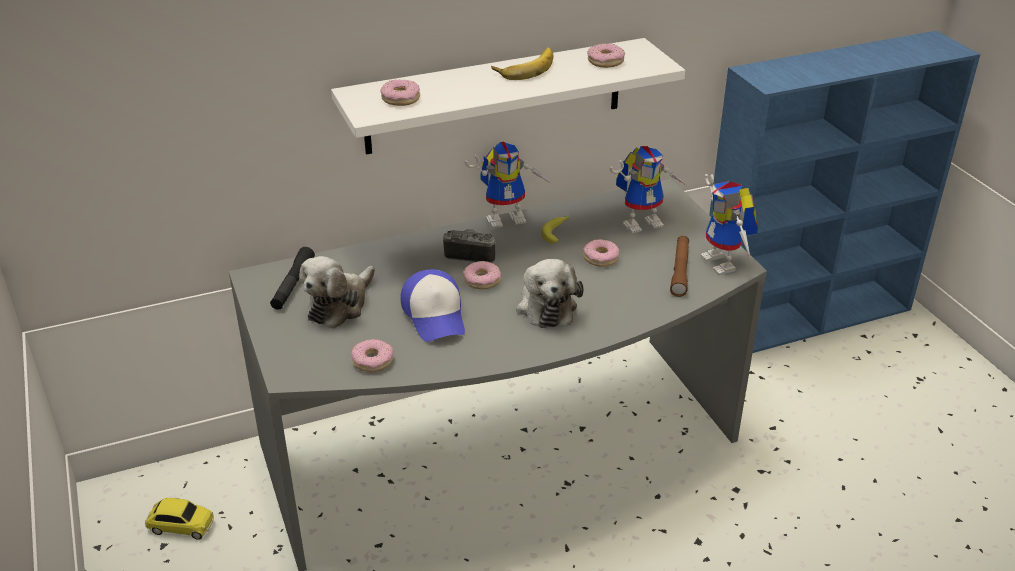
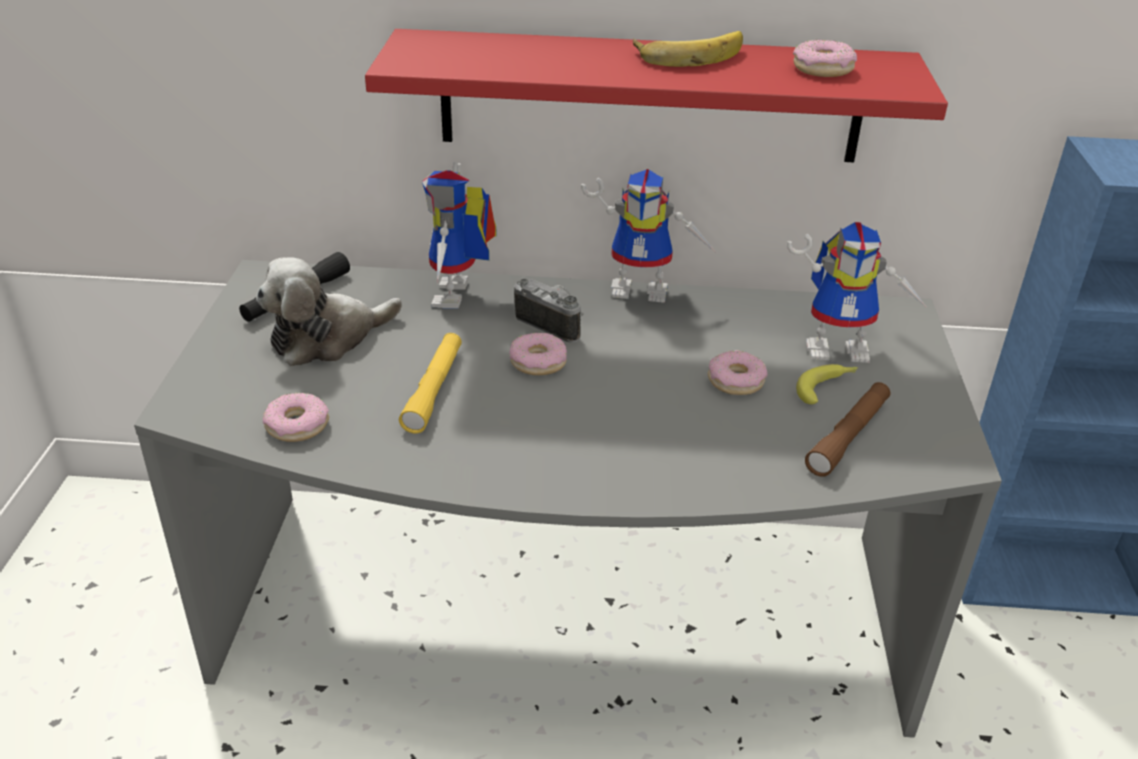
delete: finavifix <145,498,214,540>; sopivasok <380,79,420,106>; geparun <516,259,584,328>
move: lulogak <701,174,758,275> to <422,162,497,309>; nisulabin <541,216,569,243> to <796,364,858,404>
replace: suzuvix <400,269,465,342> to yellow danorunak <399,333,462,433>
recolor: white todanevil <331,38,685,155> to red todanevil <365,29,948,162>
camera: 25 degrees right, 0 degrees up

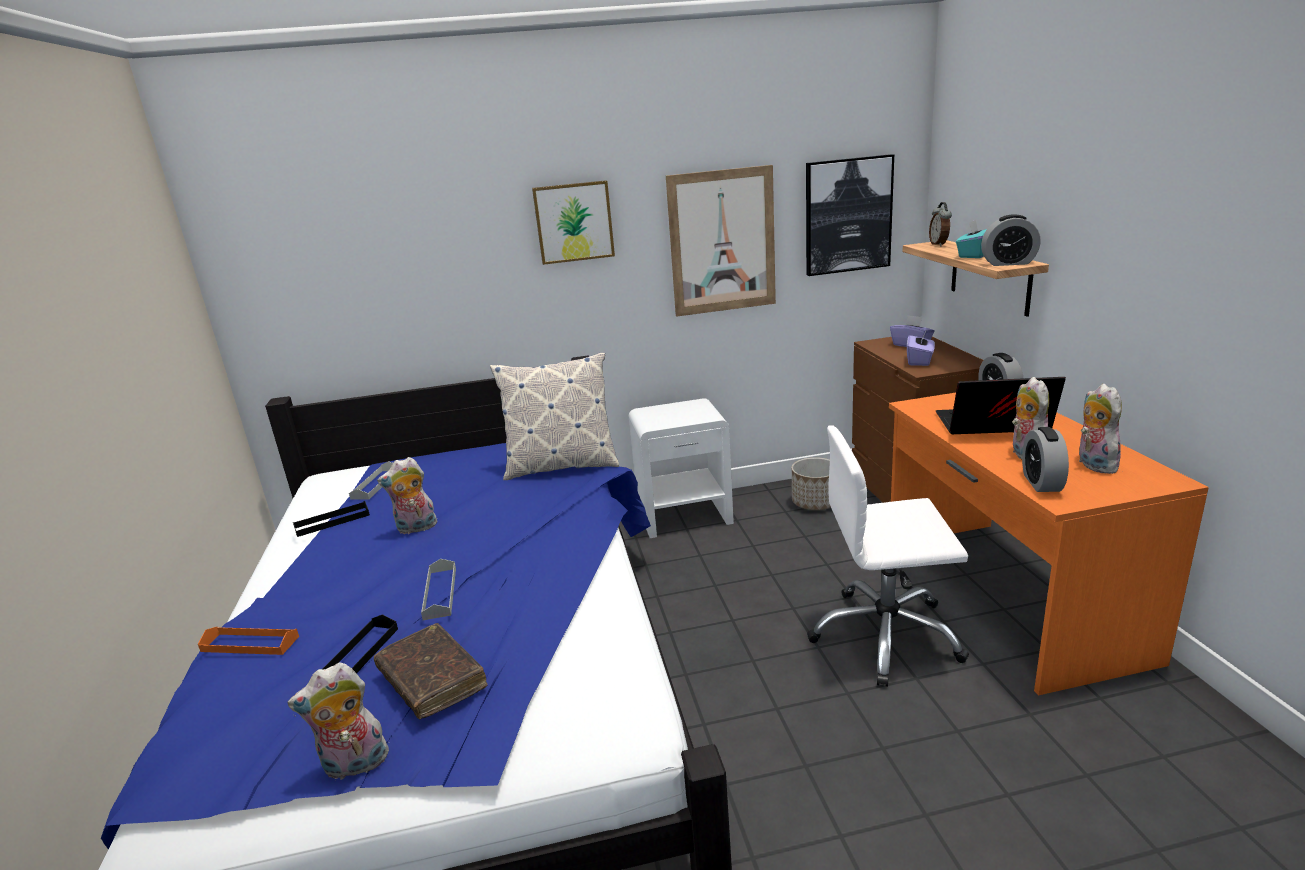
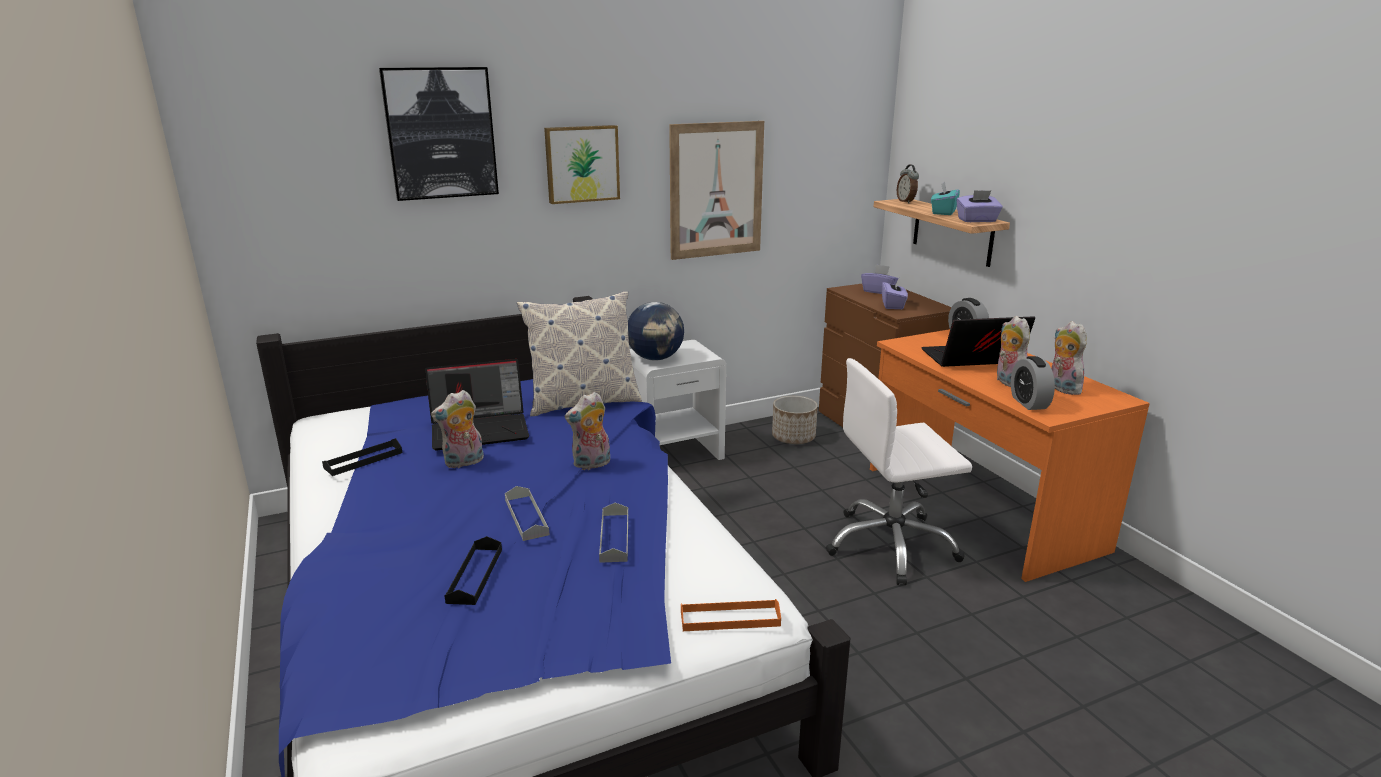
delete: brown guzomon <374,623,488,719>
insert: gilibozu <425,359,529,451>; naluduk <628,302,684,361>
move: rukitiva <806,154,894,276> to <379,67,499,201>; geparun <287,662,389,781> to <565,392,610,470>; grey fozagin <349,461,393,499> to <599,503,628,563>; orange fozagin <198,627,299,655> to <681,599,781,631>
replace: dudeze <981,214,1040,266> to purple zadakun <956,190,1003,222>
camera: 15 degrees left, 0 degrees up

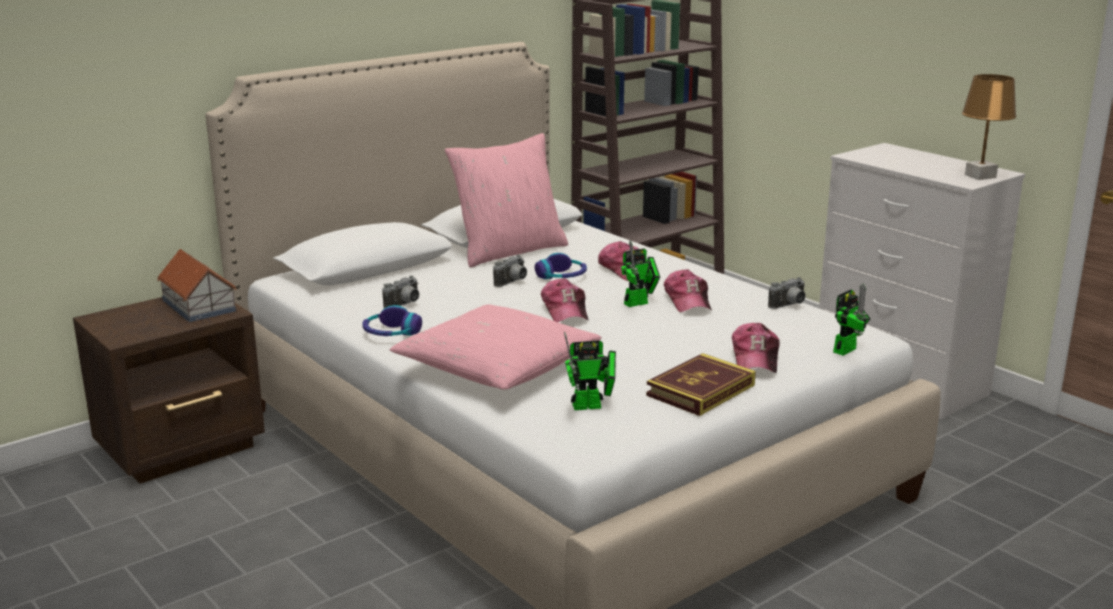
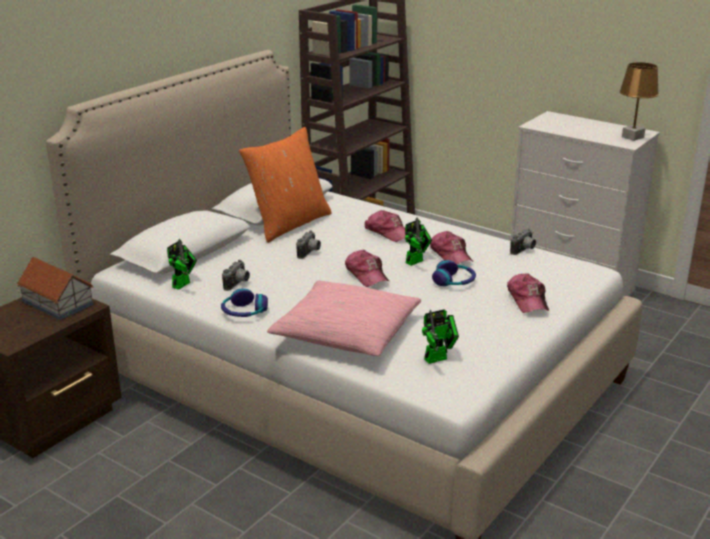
delete: guzomon <646,353,756,416>
move: lulogak <833,283,871,356> to <167,239,197,290>; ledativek <535,253,587,279> to <432,260,476,286>
recolor: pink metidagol <445,133,568,267> to orange metidagol <239,127,332,243>
camera: 15 degrees left, 5 degrees up

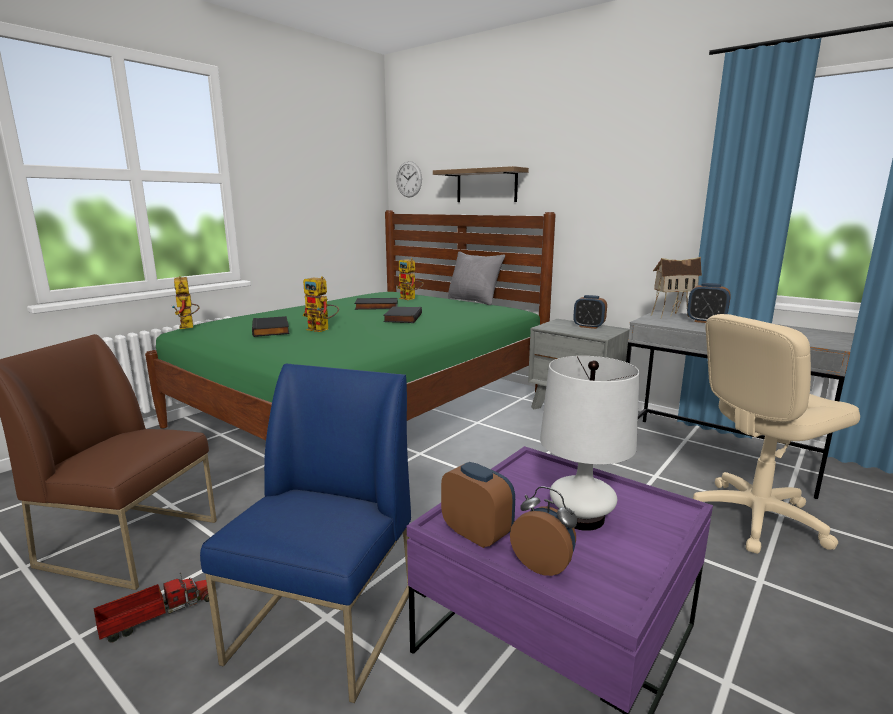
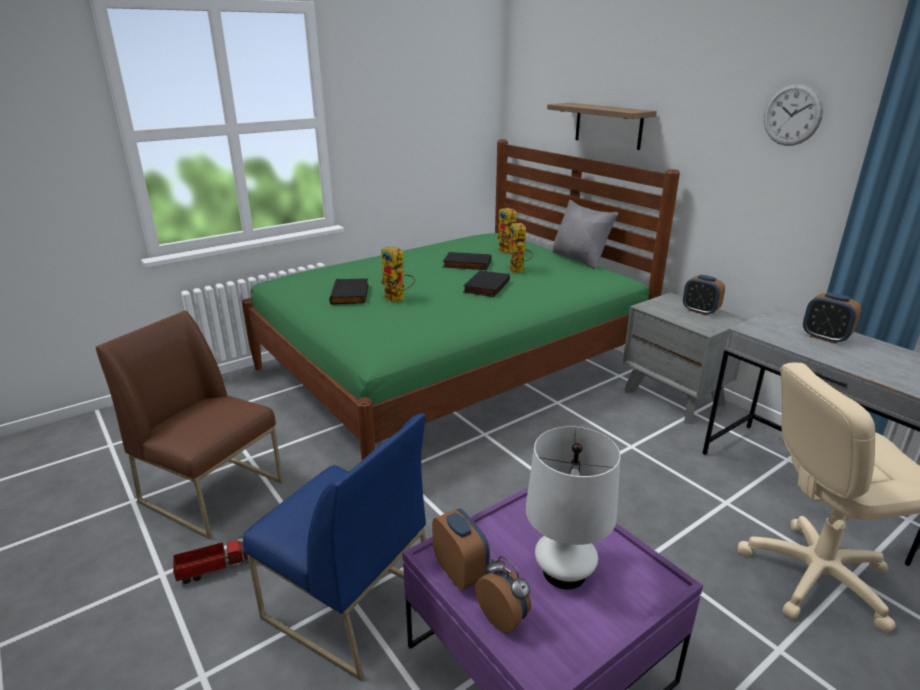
delete: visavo <651,257,702,319>
move: lulogak <172,276,199,329> to <509,223,534,273>; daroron <396,161,422,198> to <764,83,824,146>
rotate: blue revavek <200,364,411,703> = <242,413,426,681> 90 degrees clockwise
camera: 15 degrees right, 10 degrees up

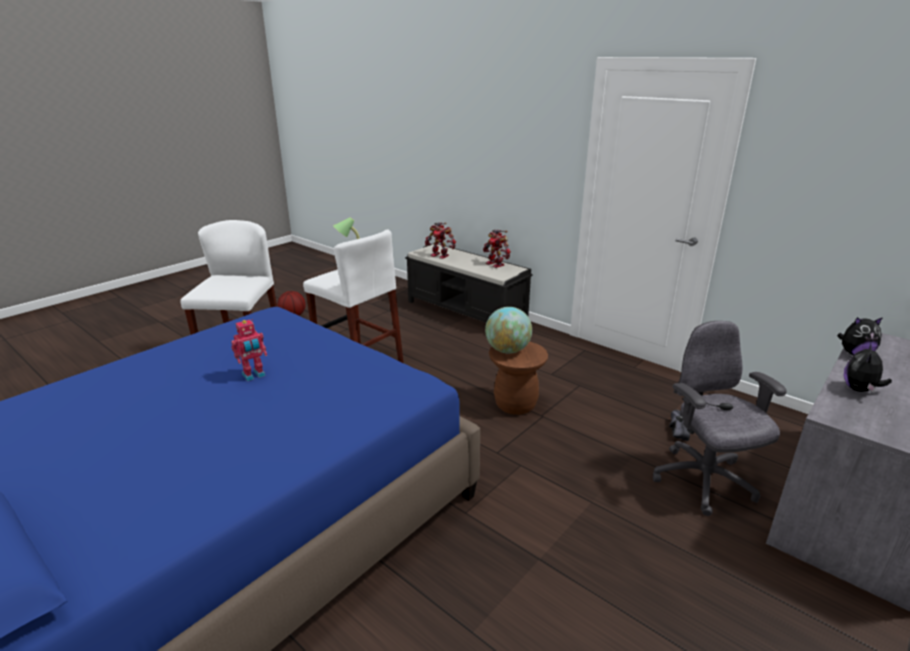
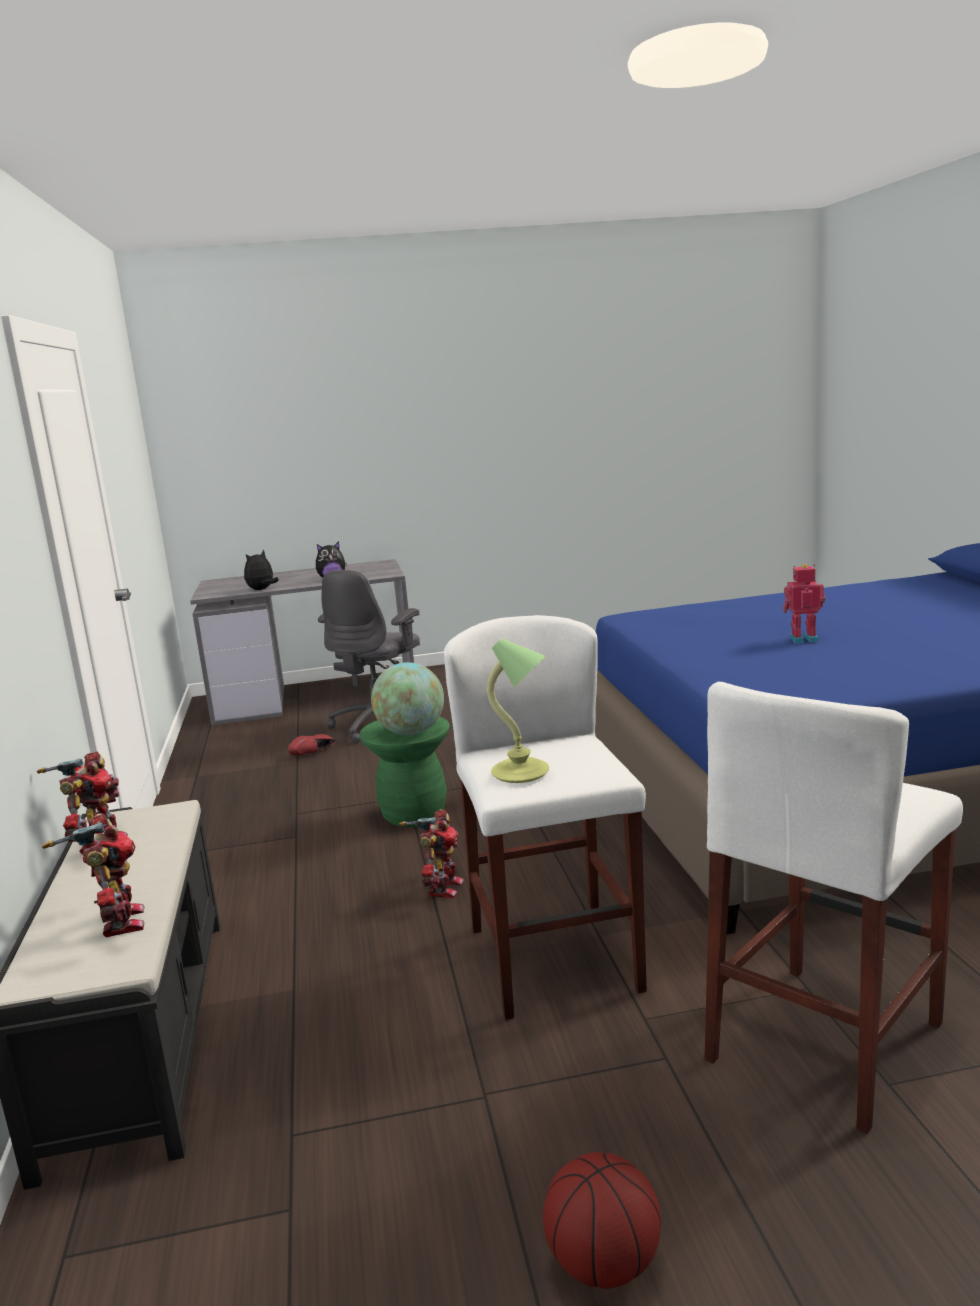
insert: lulogak <399,809,464,898>
recolor: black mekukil <669,410,690,441> to red mekukil <288,734,336,756>; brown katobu <489,341,548,415> to green katobu <359,717,450,827>
rotate: geparun <837,317,883,355> = <244,550,279,590> 90 degrees counterclockwise
camera: 140 degrees left, 10 degrees down

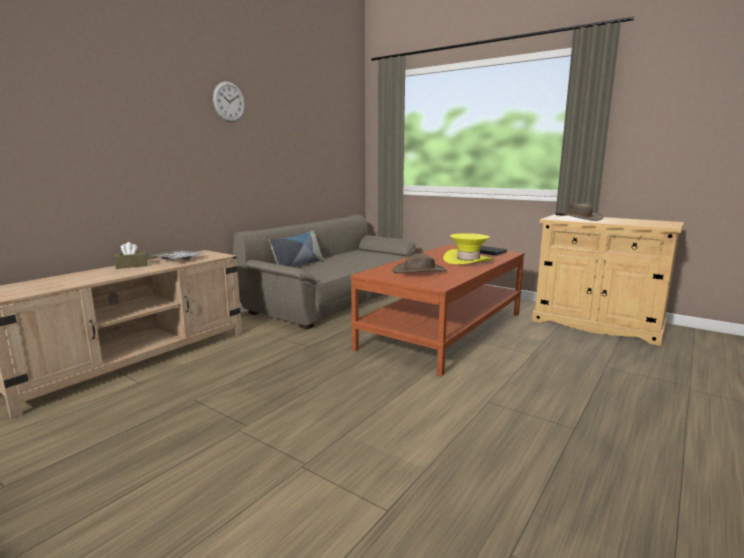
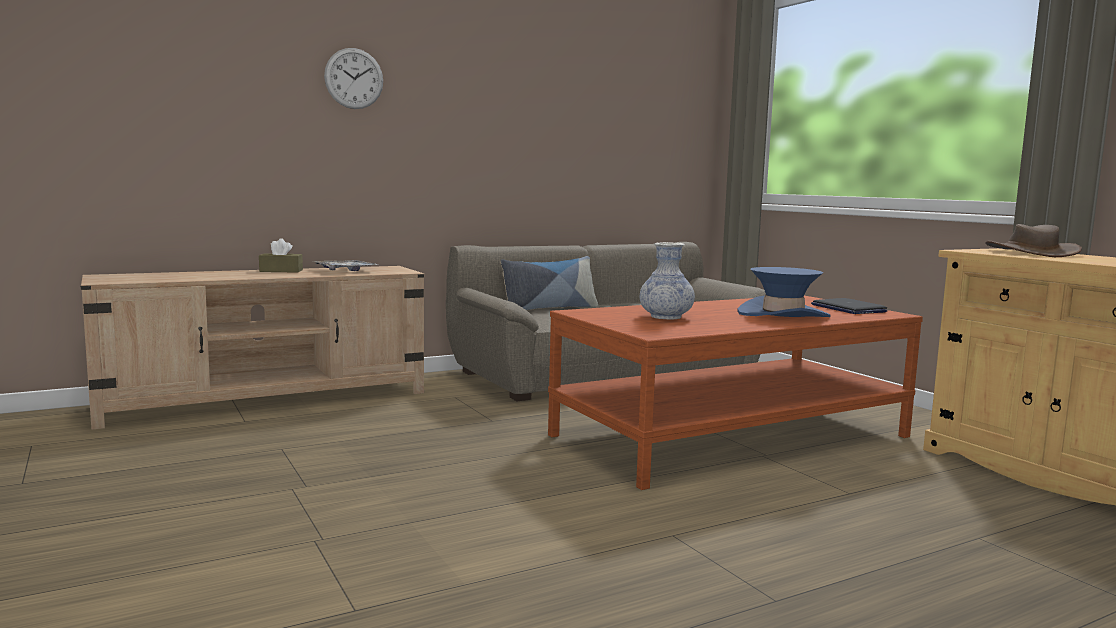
move: daroron <213,82,245,122> to <324,48,383,109>
replace: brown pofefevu <392,253,447,273> to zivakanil <640,242,695,319>
recolor: yellow pofefevu <443,233,494,264> to blue pofefevu <737,267,831,317>
camera: 25 degrees right, 5 degrees down

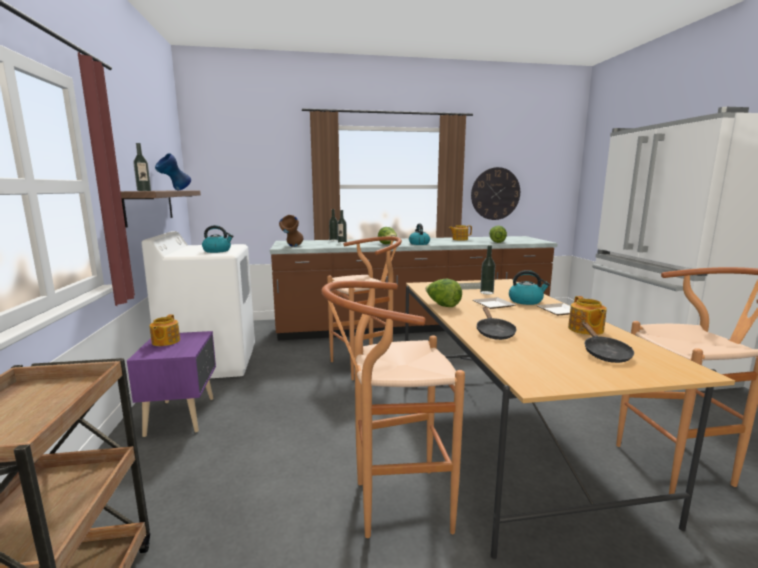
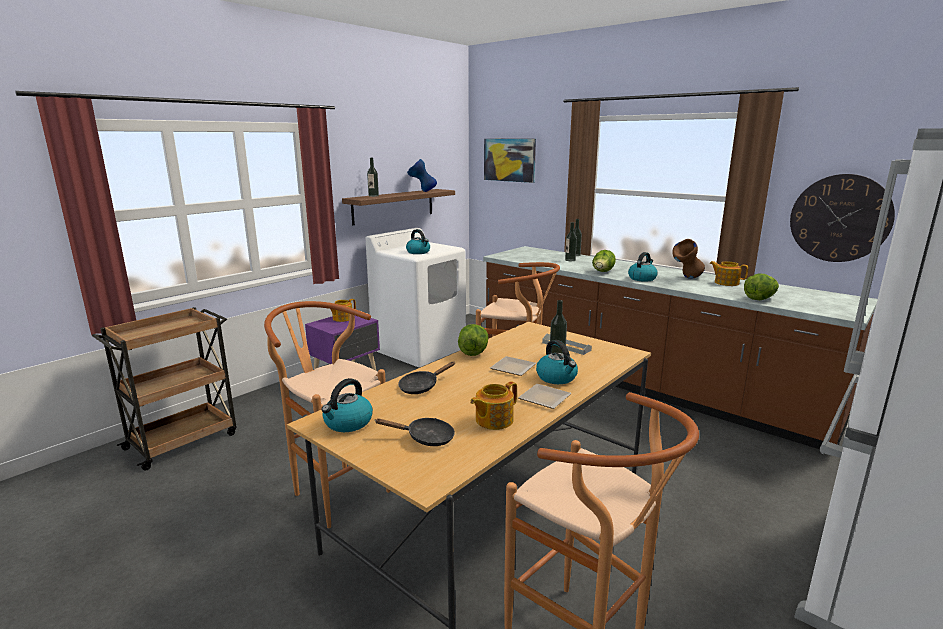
insert: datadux <322,378,373,432>; rukitiva <484,139,536,183>
move: brown zivakanil <279,215,303,247> to <672,239,705,279>
rotate: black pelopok <582,322,634,363> = <375,418,455,446> 135 degrees counterclockwise
camera: 50 degrees right, 5 degrees up

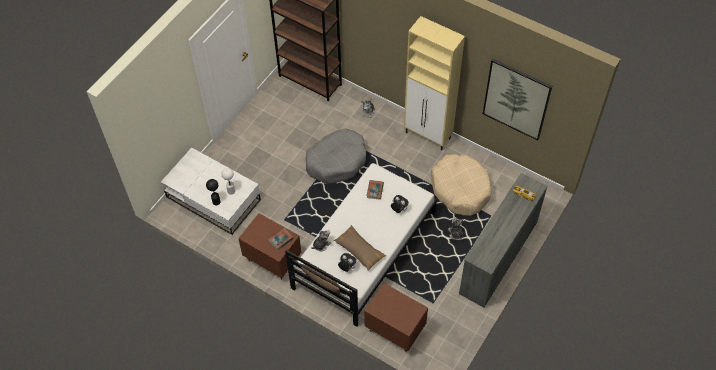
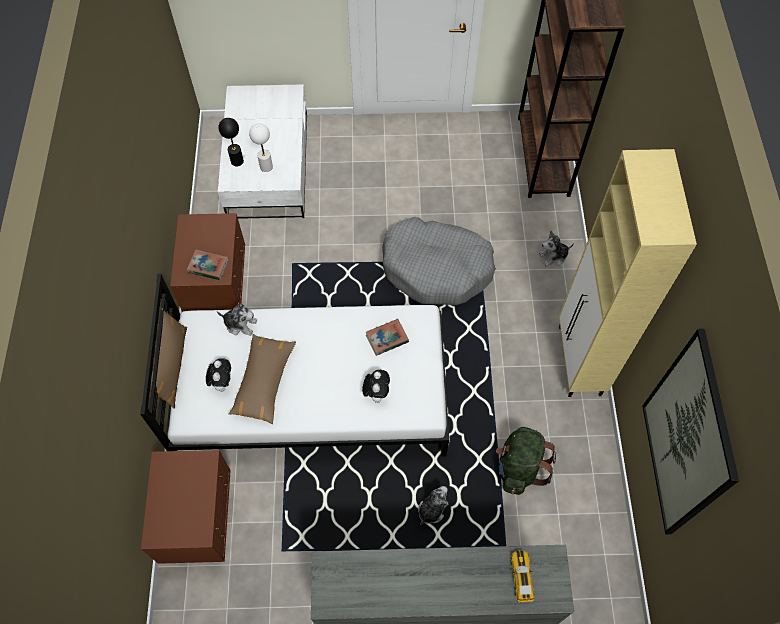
replace: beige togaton <431,154,491,216> to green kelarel <496,427,556,495>
camera: 55 degrees right, 5 degrees up

